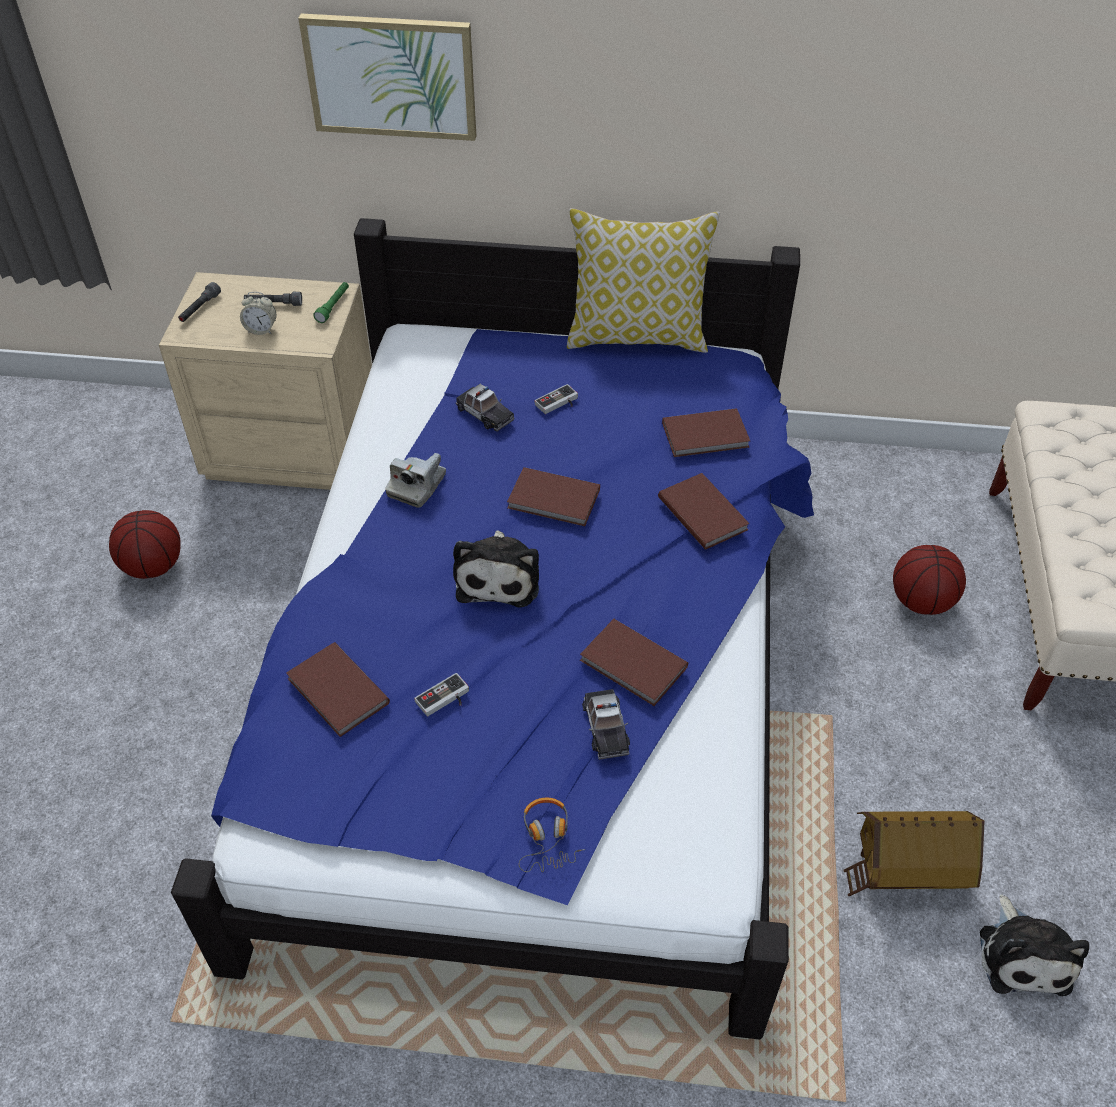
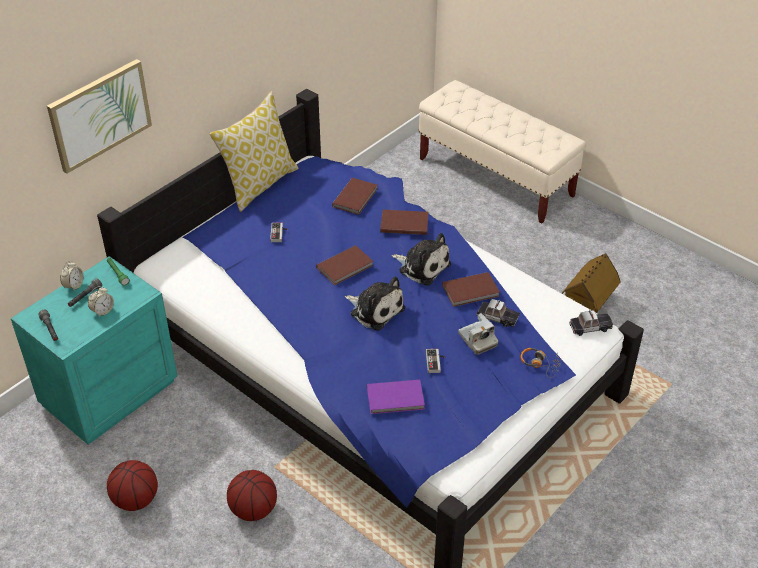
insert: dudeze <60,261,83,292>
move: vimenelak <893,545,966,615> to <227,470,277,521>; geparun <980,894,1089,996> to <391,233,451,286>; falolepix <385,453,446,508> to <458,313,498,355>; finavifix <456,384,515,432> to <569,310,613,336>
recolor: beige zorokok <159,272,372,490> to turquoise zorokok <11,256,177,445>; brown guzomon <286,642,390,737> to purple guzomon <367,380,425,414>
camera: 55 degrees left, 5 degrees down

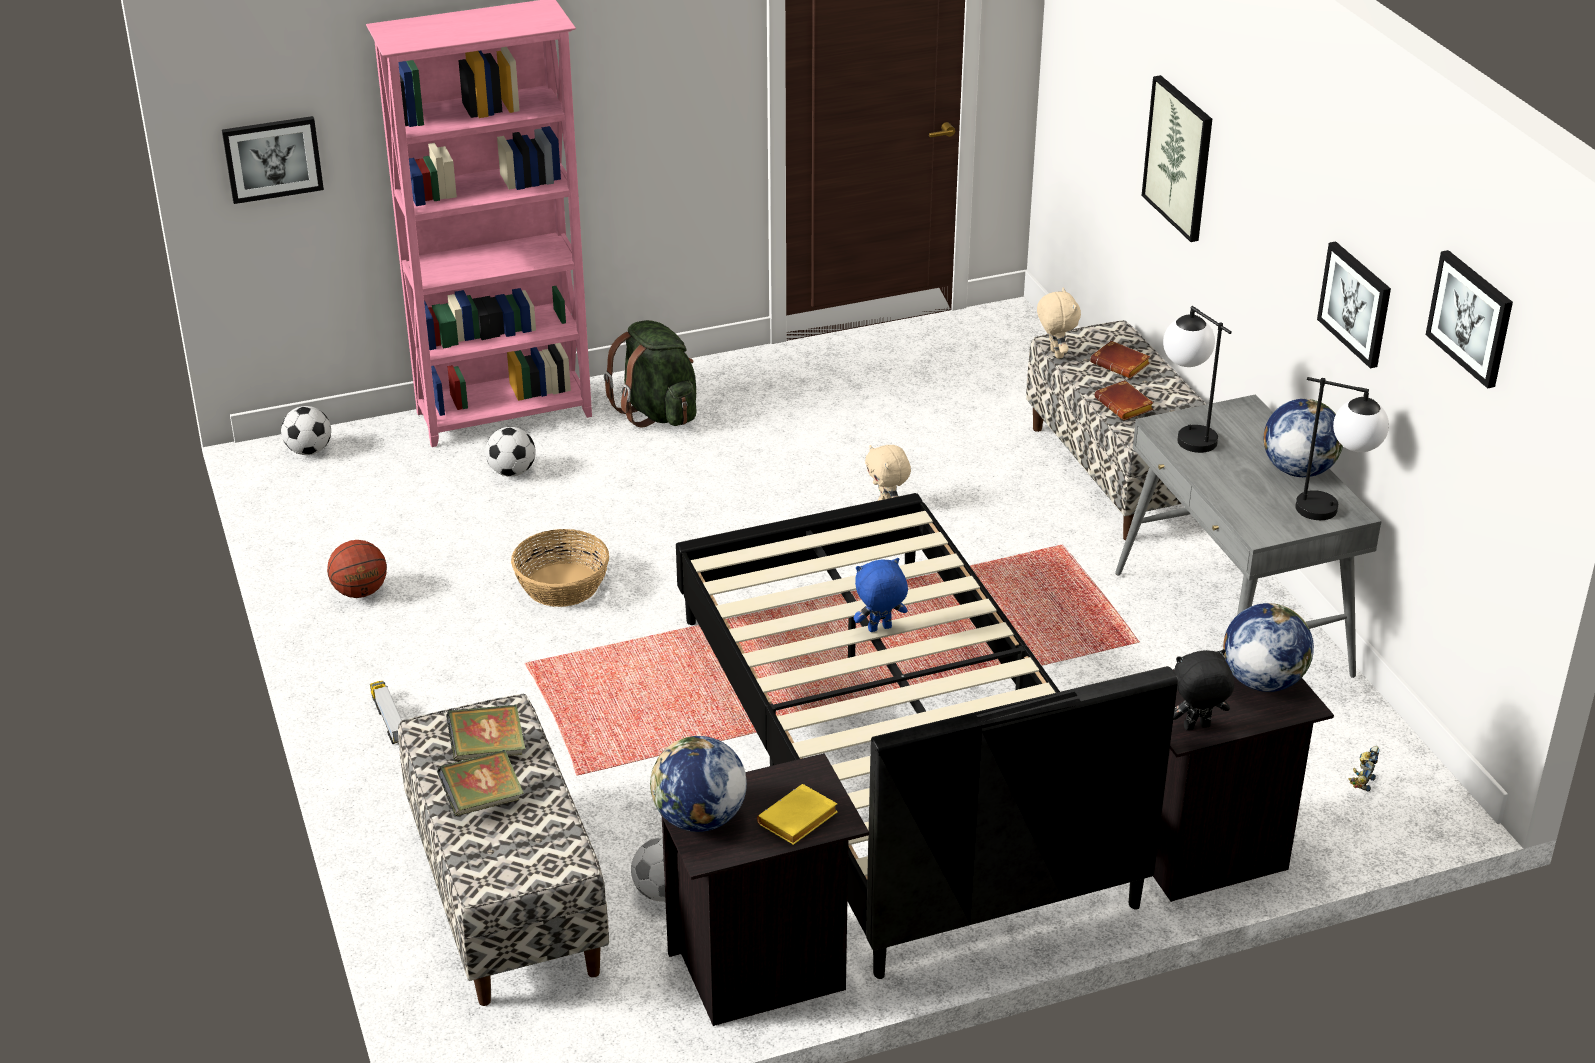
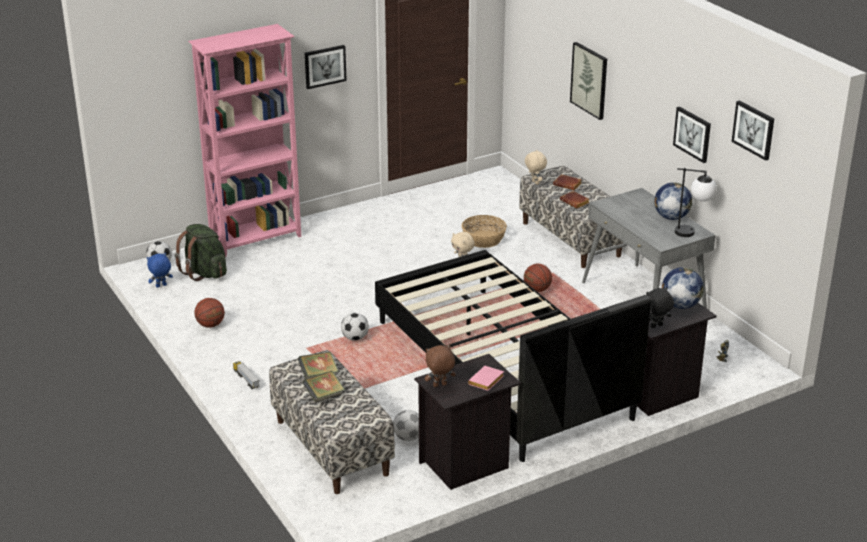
delete: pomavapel <1163,306,1232,453>
insert: vimenelak <524,264,552,292>
move: blue geparun <854,558,908,632> to <147,253,173,288>; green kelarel <604,320,696,428> to <175,224,227,281>; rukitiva <222,116,324,204> to <305,45,347,89>; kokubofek <485,427,536,477> to <341,313,369,341>; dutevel <511,529,609,607> to <462,215,507,248>
replace: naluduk <650,736,747,832> to brown geparun <425,345,456,387>
recolor: yellow guzomon <757,784,838,845> to pink guzomon <468,366,504,391>
camera: 10 degrees left, 5 degrees down

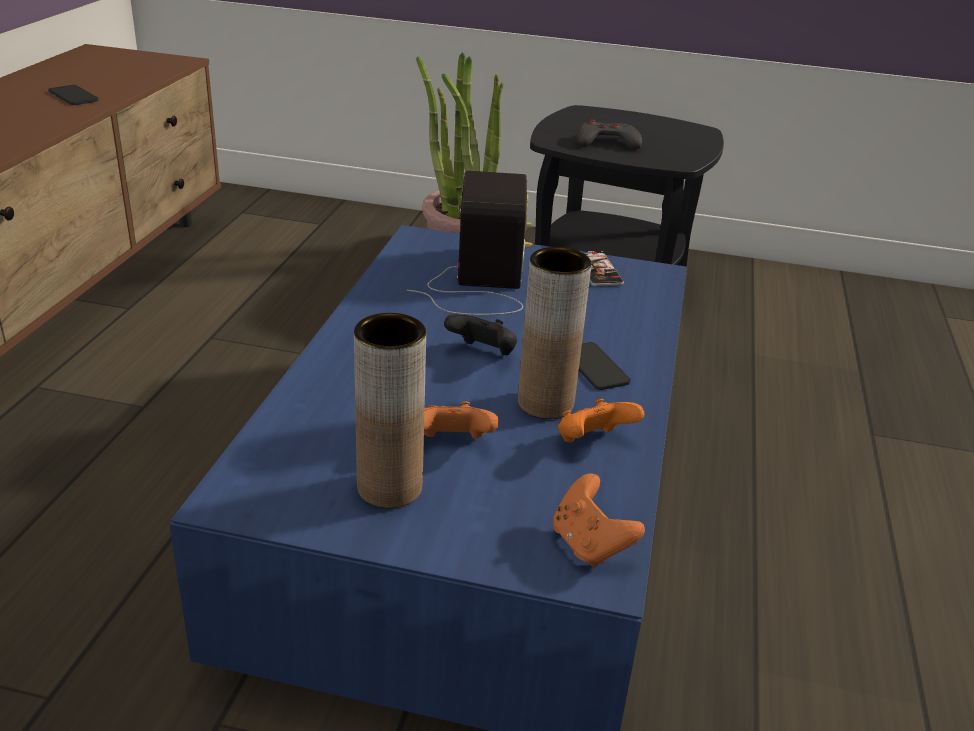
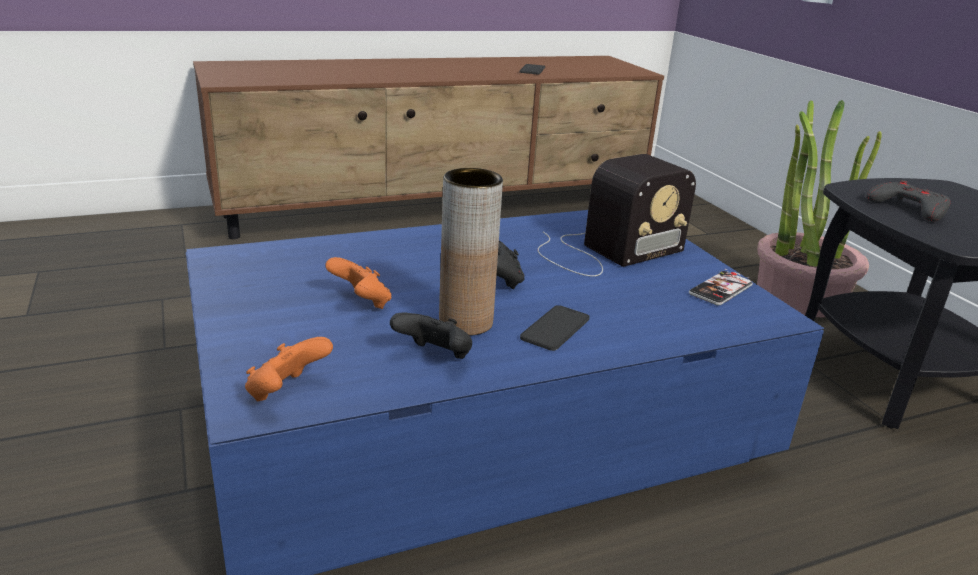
delete: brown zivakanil <354,313,426,508>
recolor: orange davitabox <558,399,644,442> to black davitabox <390,312,472,359>
camera: 55 degrees right, 5 degrees down

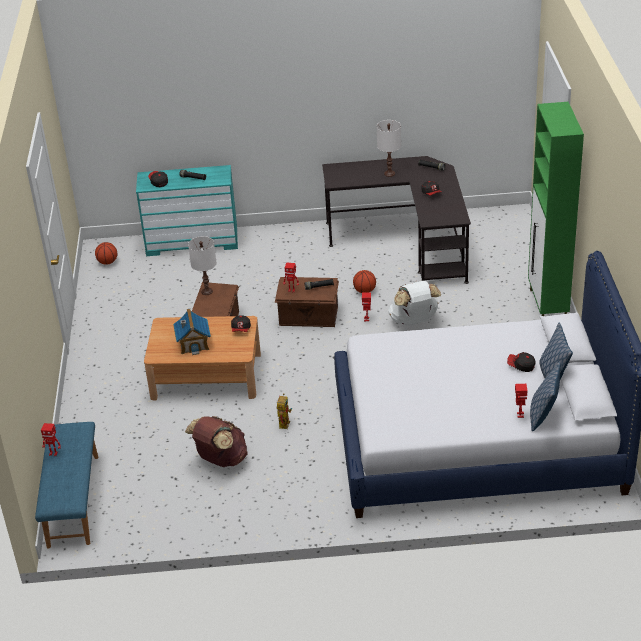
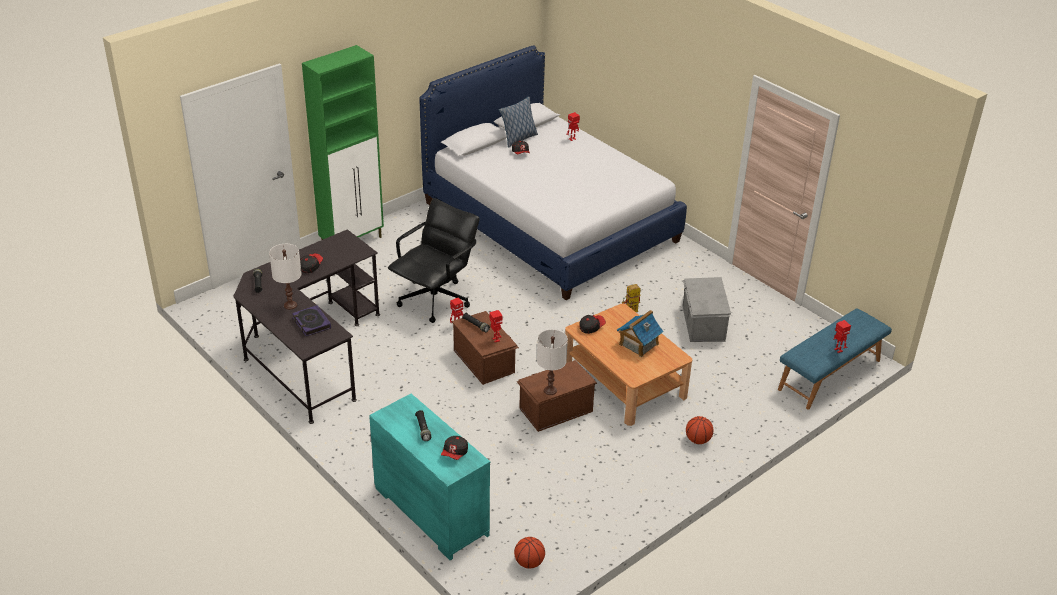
delete: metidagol <530,362,561,431>
insert: guzomon <292,305,331,336>
move: vimenelak <353,270,376,293> to <686,416,713,444>
replace: white kelarel <388,281,441,326> to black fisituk <388,198,480,323>; brown kelarel <185,416,248,467> to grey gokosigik <682,277,731,342>
camera: 130 degrees left, 0 degrees up

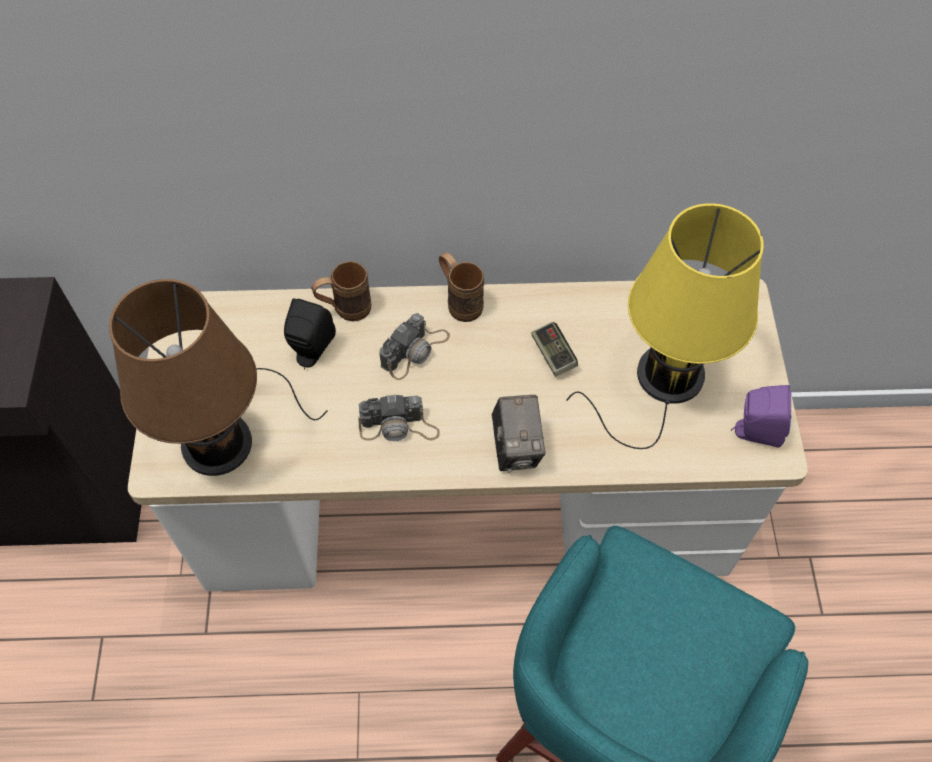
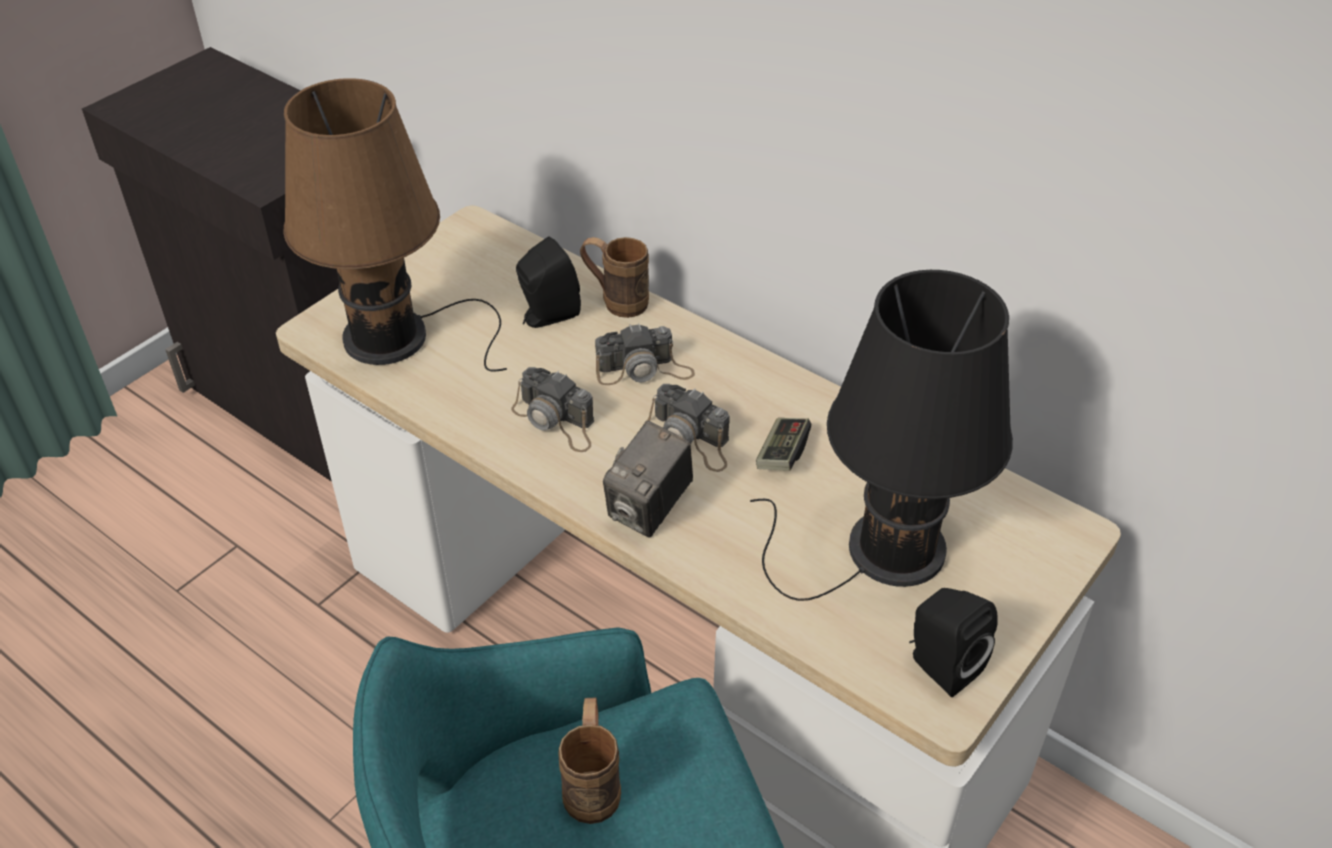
insert: falolepix <647,384,730,472>
move: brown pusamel <439,252,484,322> to <558,698,621,824>
recolor: yellow pomavapel <566,203,764,449> to black pomavapel <750,270,1013,601>; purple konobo <731,385,791,448> to black konobo <909,588,998,697>
camera: 40 degrees right, 15 degrees down

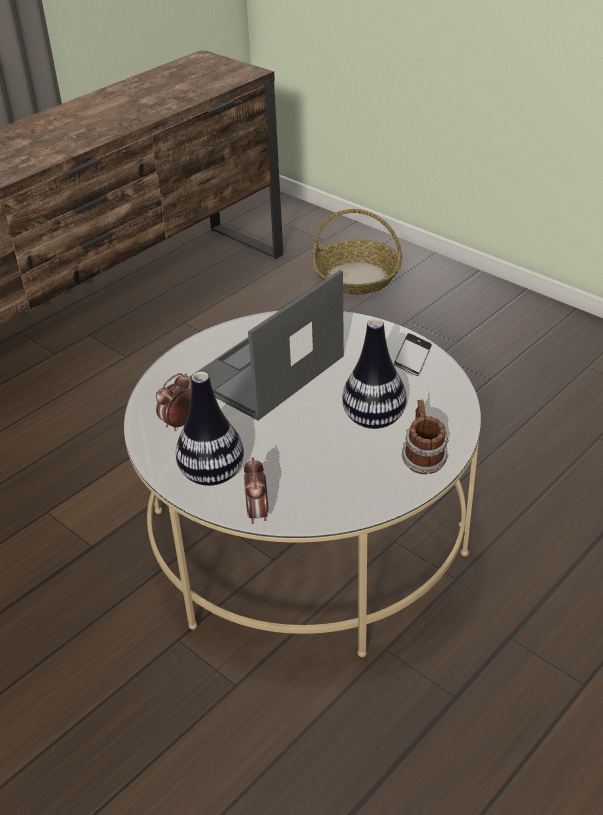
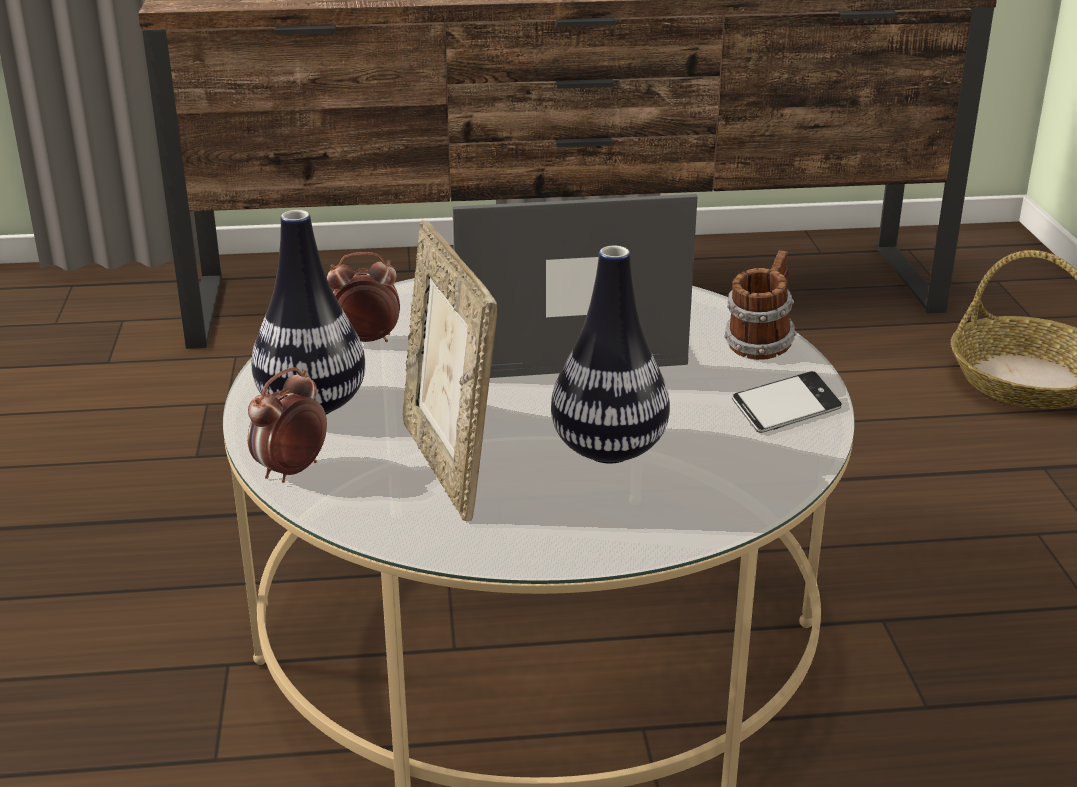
insert: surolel <403,221,497,521>
move: pusamel <401,400,449,474> to <724,250,797,360>
camera: 40 degrees right, 10 degrees down

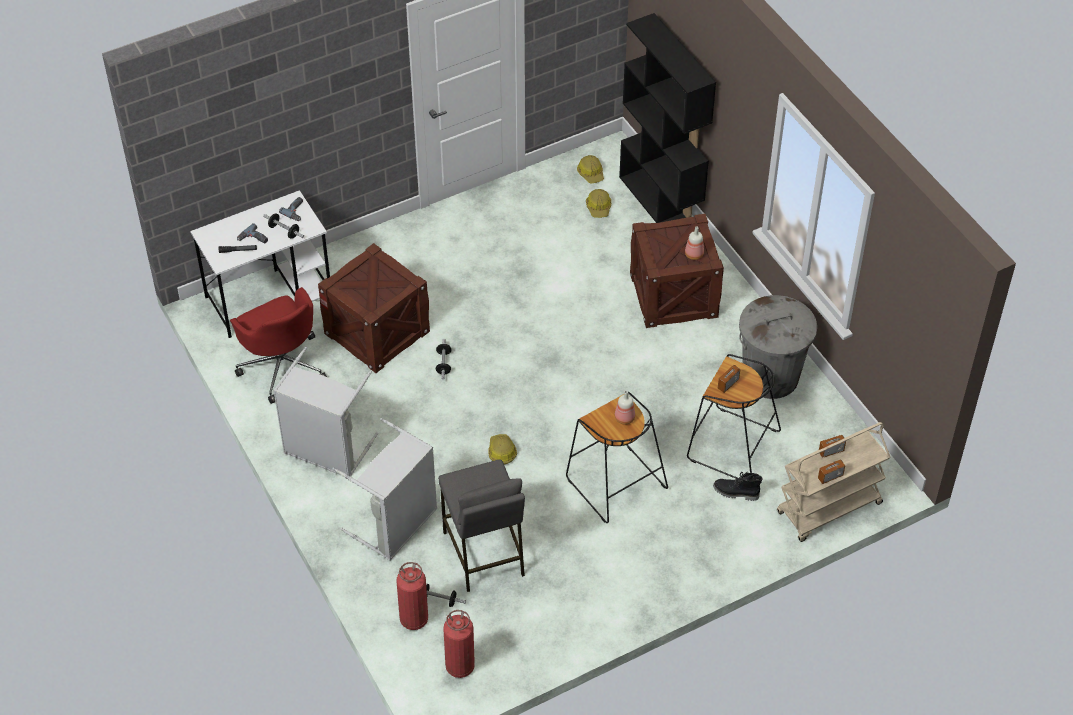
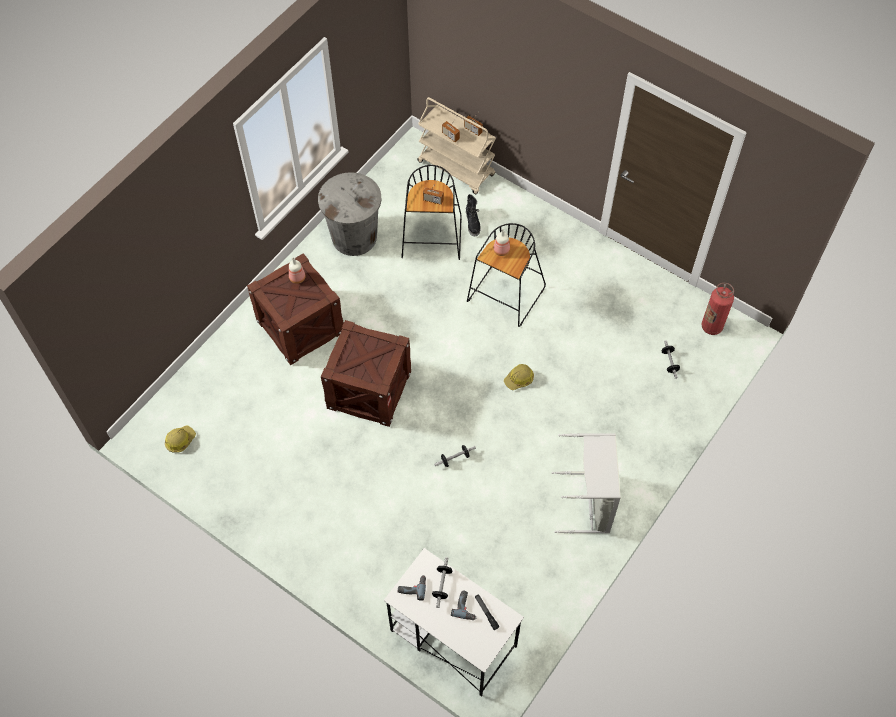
delete: red fisituk <230,287,327,404>; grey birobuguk <332,418,437,561>; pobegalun <396,562,428,630>; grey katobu <438,459,525,592>; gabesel <586,189,611,218>; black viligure <619,13,716,223>
move: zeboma <318,243,430,373> to <321,320,411,427>
camera: 115 degrees left, 10 degrees up

